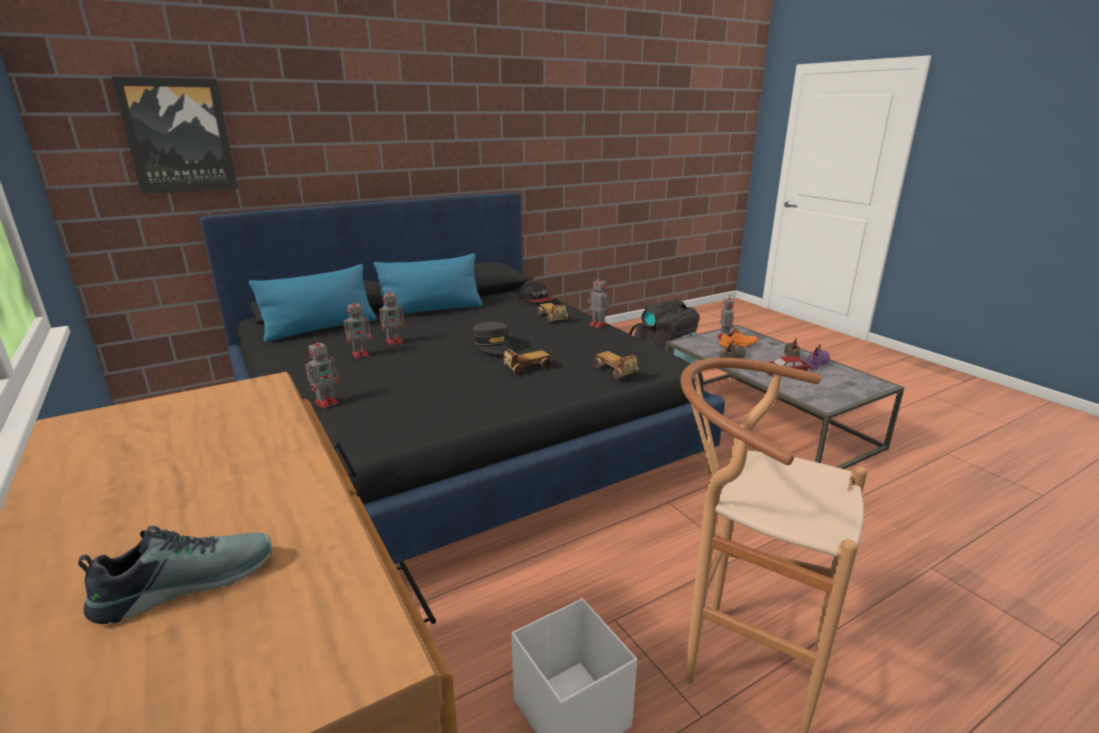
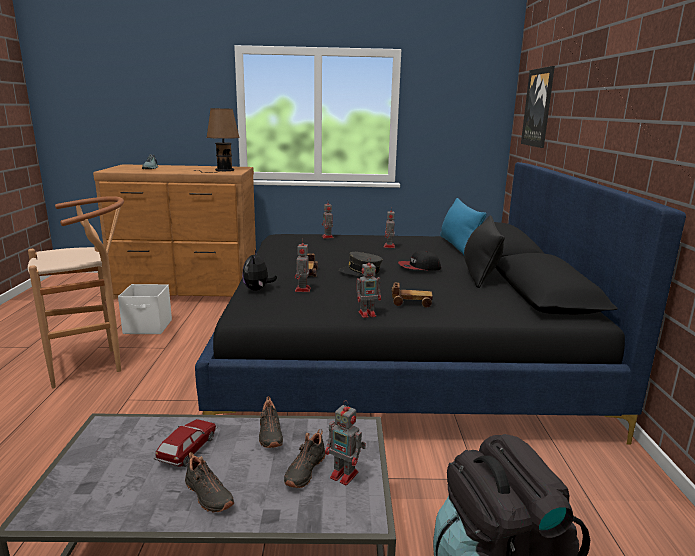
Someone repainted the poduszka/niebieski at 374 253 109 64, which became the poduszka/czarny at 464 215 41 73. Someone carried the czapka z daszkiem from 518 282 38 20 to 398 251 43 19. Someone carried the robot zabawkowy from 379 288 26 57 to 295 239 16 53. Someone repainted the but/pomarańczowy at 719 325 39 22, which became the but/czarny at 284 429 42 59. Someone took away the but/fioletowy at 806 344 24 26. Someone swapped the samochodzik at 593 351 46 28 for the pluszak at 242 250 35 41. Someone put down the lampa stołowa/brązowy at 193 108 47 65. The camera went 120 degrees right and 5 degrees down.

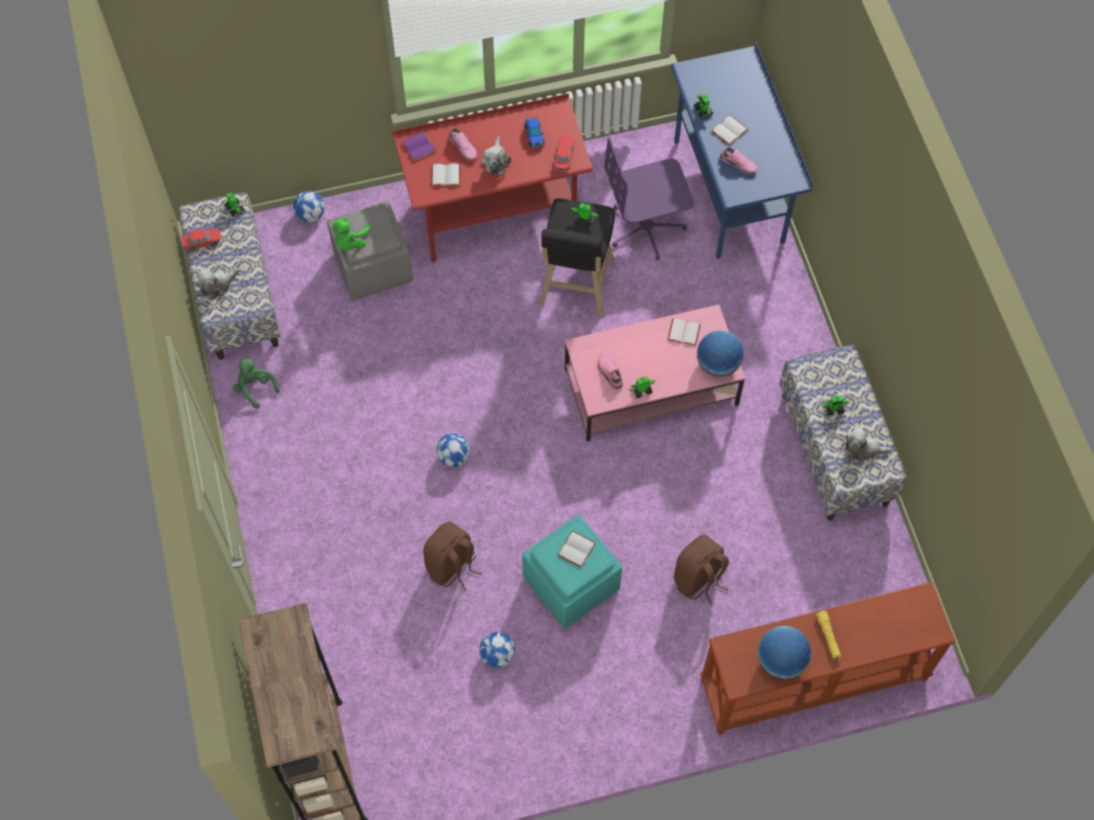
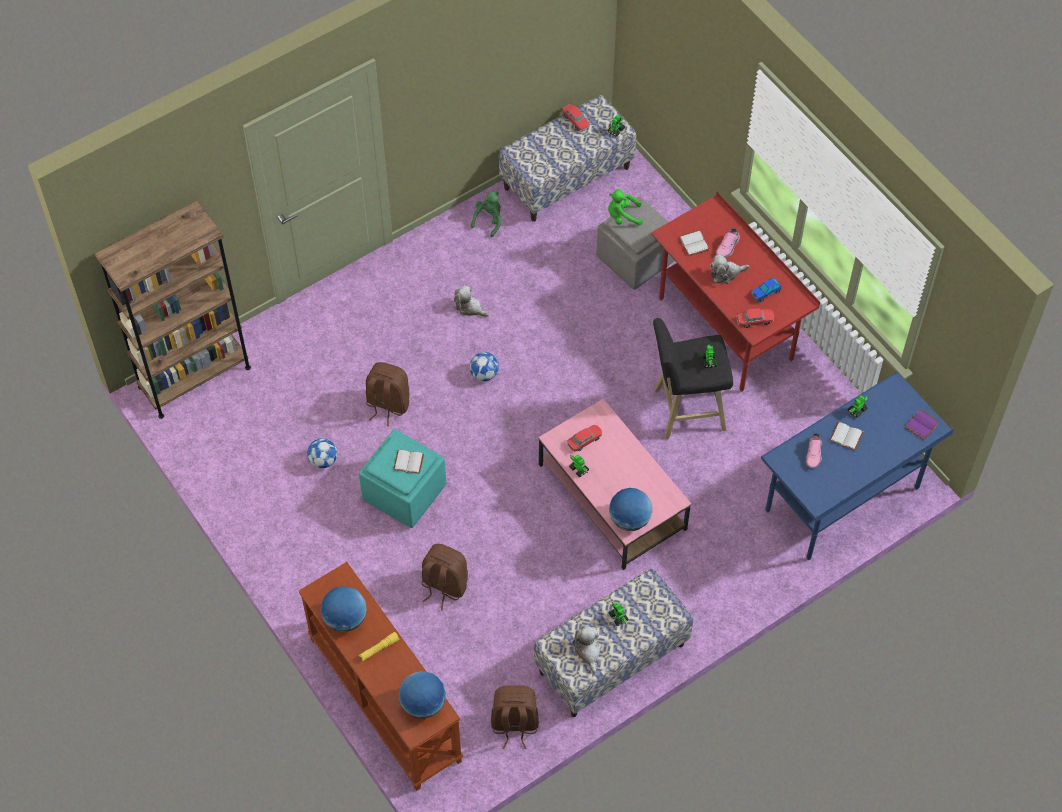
Someone carried the książka/fioletowy from 401 131 35 31 to 905 409 35 31. Someone took away the krzesło biurowe/fioletowy at 604 137 90 123. Someone took away the piłka futbolowa at 293 191 32 31. Someone carried the pluszak from 196 268 43 32 to 454 285 35 32. Someone took away the książka/biały at 668 319 33 27. Someone swapped the but/różowy at 598 354 25 36 for the samochodzik at 567 425 35 27. Someone put down the globus at 399 671 47 48. Someone put down the plecak/brązowy at 491 685 48 64. The camera went 70 degrees right and 5 degrees down.

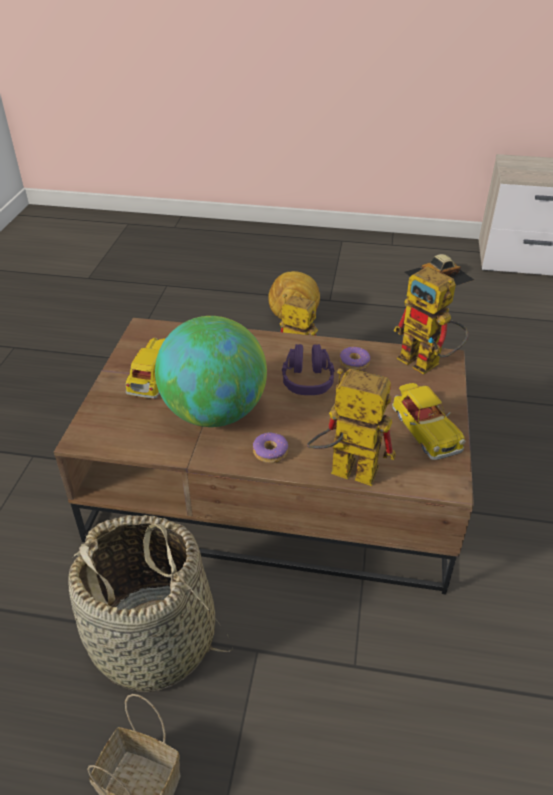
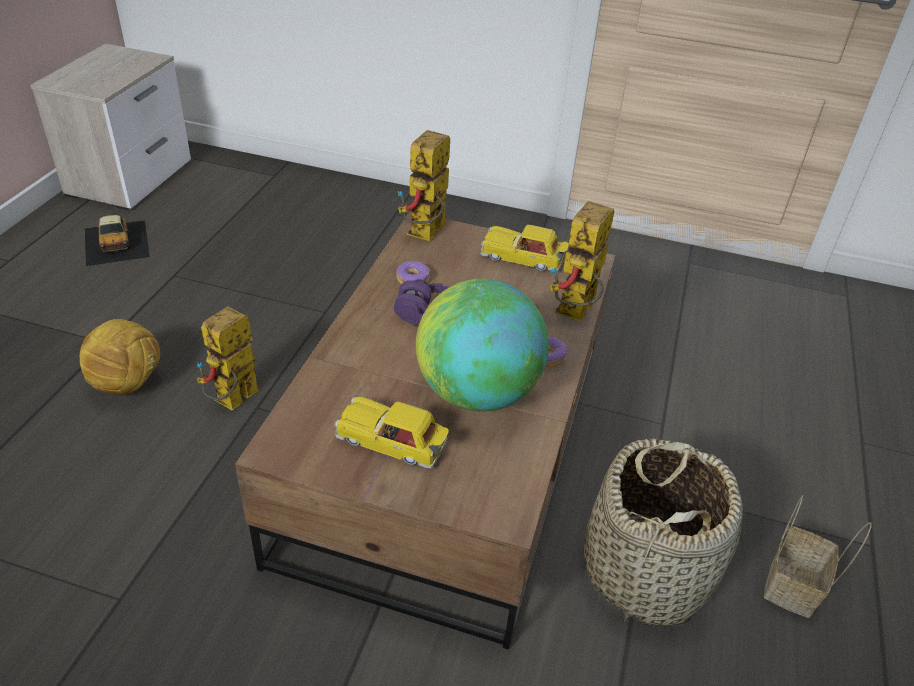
Someone rotated the robot zabawkowy at 394 266 74 109 by 150 degrees clockwise. Someone rotated the samochodzik at 392 383 73 77 by 150 degrees counterclockwise. The camera went 85 degrees left and 0 degrees up.

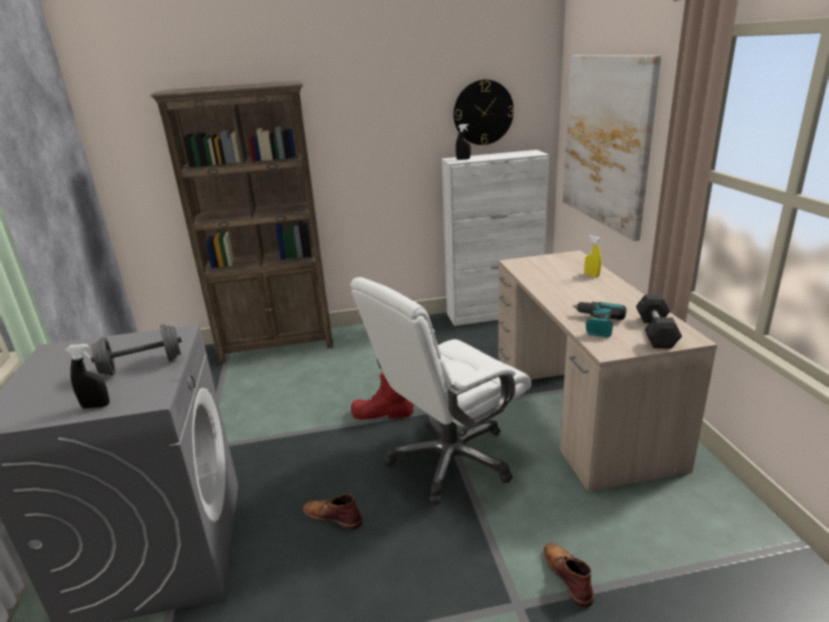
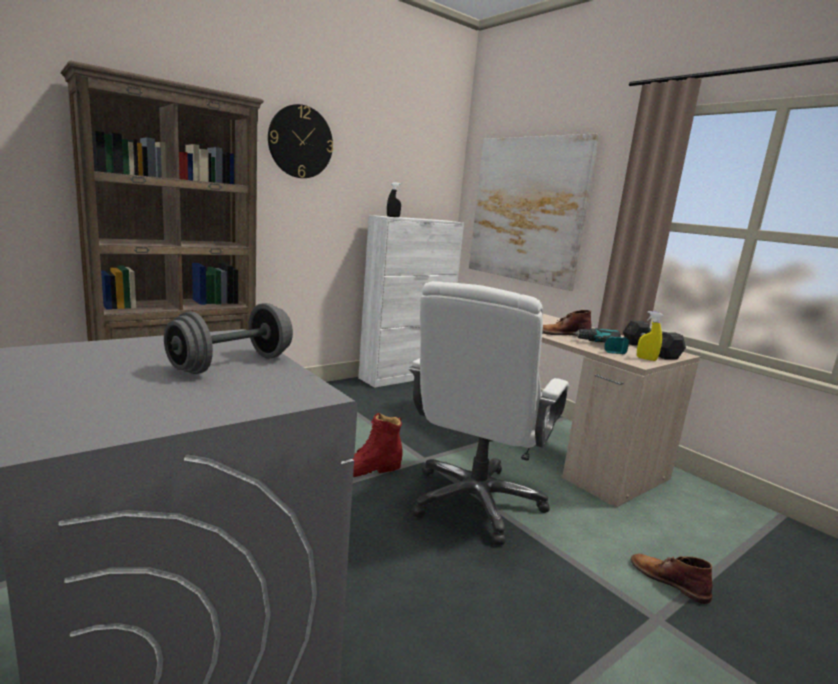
Someone carried the zegar ścienny from 454 80 60 65 to 268 104 65 74. Someone carried the spryskiwacz/żółty from 585 235 16 42 to 637 311 26 50. Someone took away the spryskiwacz/czarny at 66 344 44 64. Someone carried the but z cholewką/brązowy from 303 494 59 36 to 542 310 49 26. The camera went 30 degrees left and 10 degrees down.

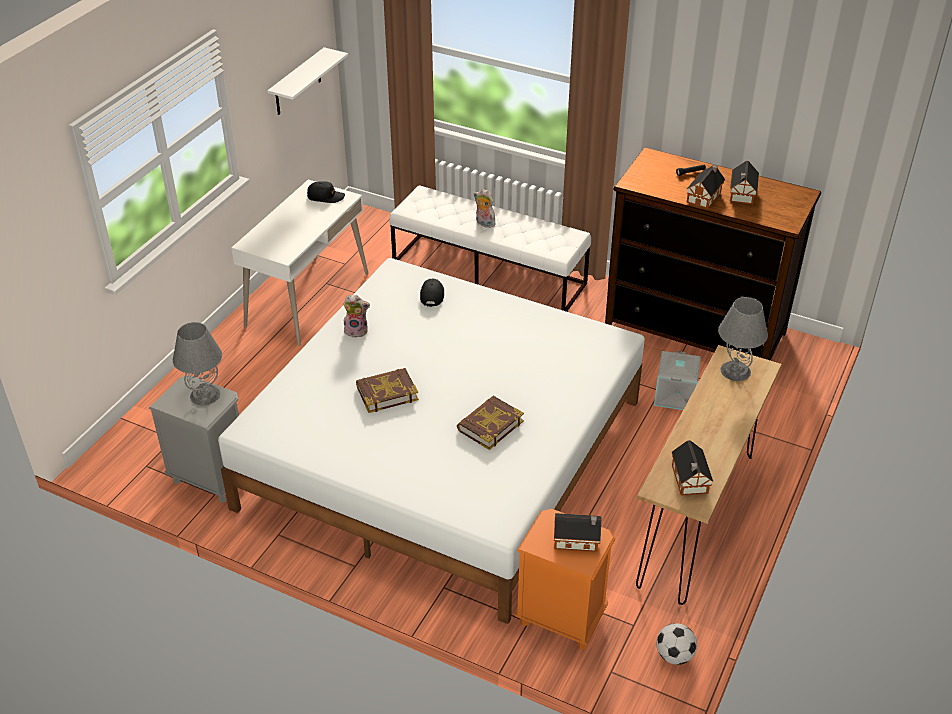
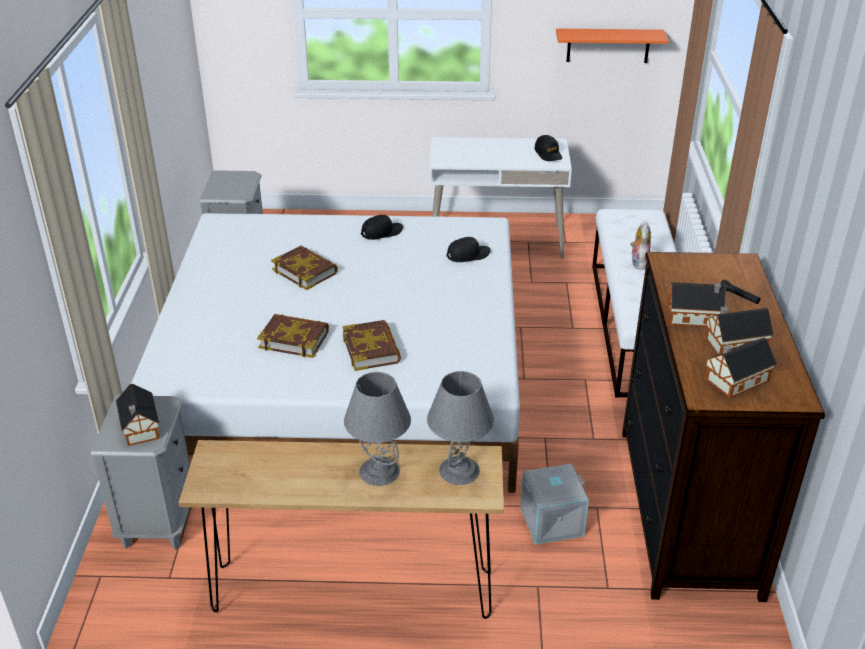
Someone repainted the półka/biały at 267 47 81 68, which became the półka/pomarańczowy at 556 29 113 34. Someone swapped the pluszak at 343 295 27 42 for the czapka z daszkiem/czarny at 361 215 42 25. Someone carried the lampa stołowa/szary from 173 322 49 83 to 344 372 67 114. Someone carried the domek from 672 440 41 56 to 706 338 71 60. Someone repainted the szafka nocna/pomarańczowy at 515 509 100 141, which became the szafka nocna/szary at 91 395 99 155. Someone took away the piłka futbolowa at 656 623 41 42. Someone put down the książka at 342 320 59 51. The camera went 65 degrees right and 5 degrees down.

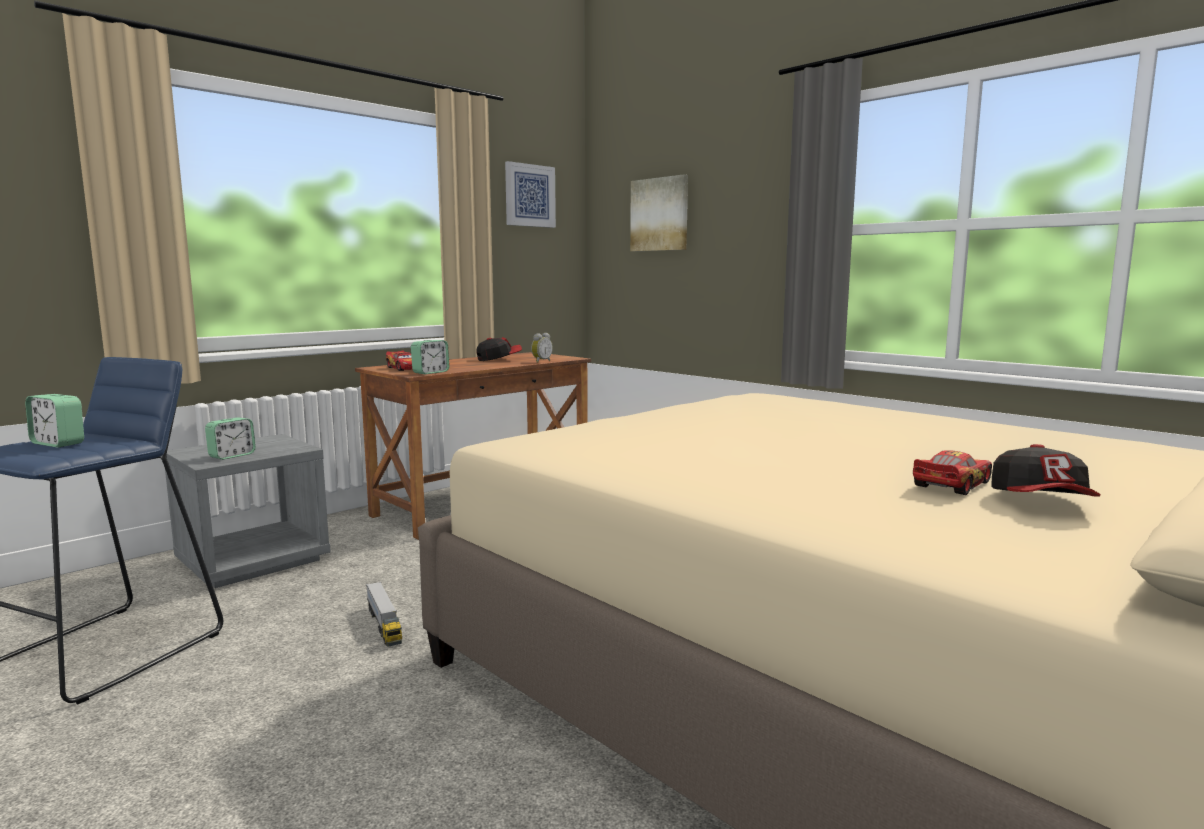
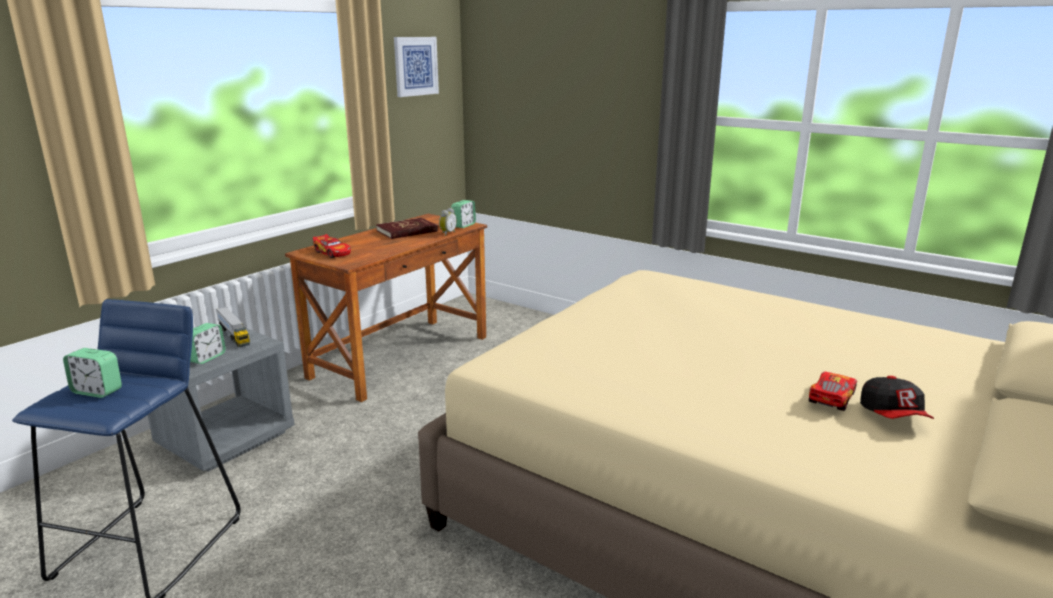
Someone took away the obraz at 630 174 58 77. Someone swapped the czapka z daszkiem at 476 337 46 24 for the książka/czerwony at 376 218 62 21. Someone carried the budzik from 411 340 38 34 to 451 200 25 28. Someone carried the ciężarówka zabawkowa from 366 582 36 65 to 216 307 34 40. The camera went 10 degrees left and 10 degrees up.

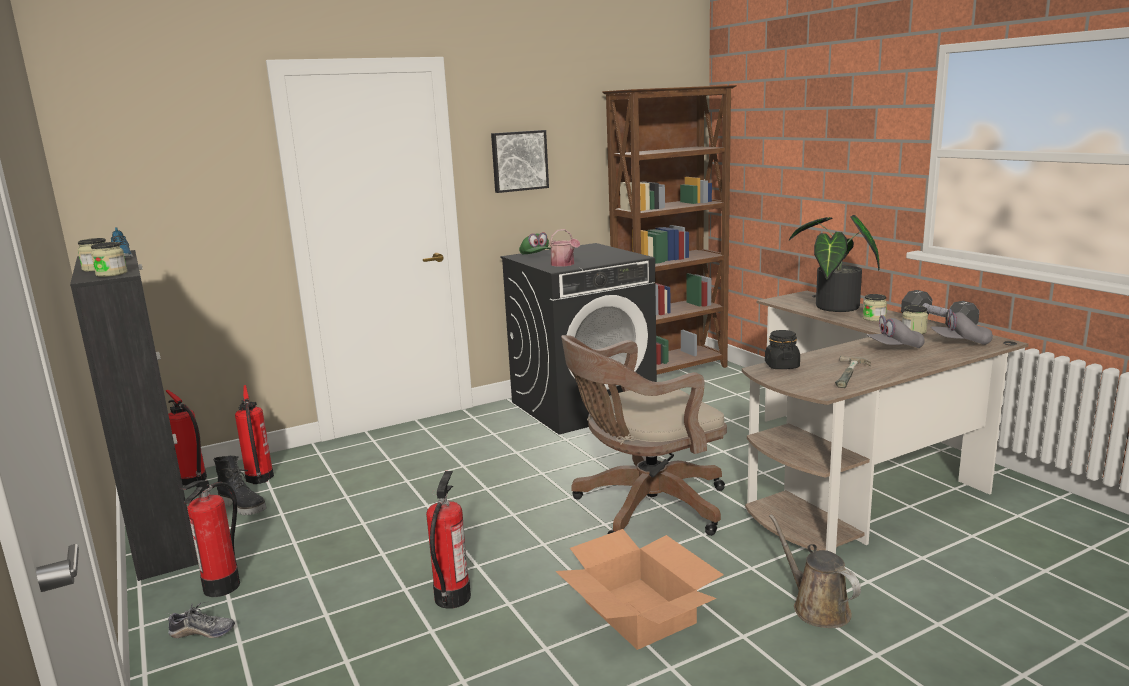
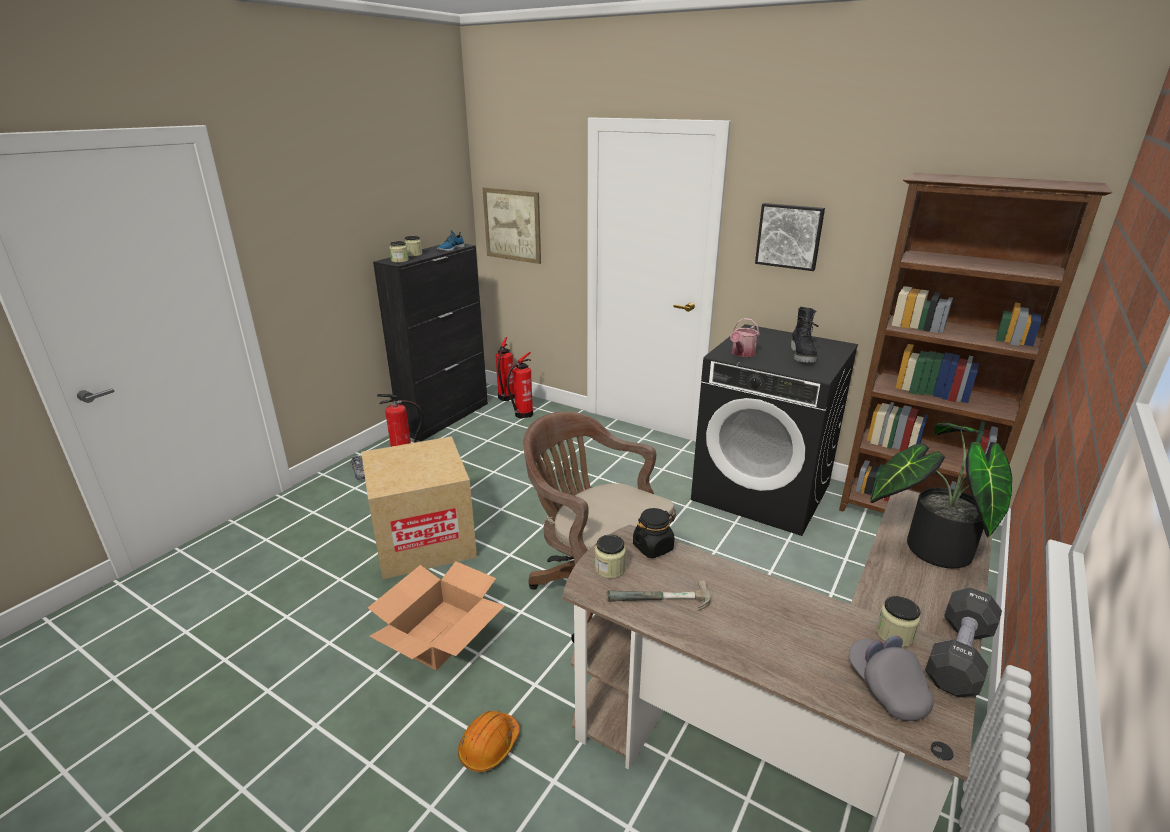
Someone took away the czapka z daszkiem/zielony at 519 232 32 22. Someone carried the słoik from 863 294 24 27 to 595 535 31 44. Someone took away the czapka z daszkiem/szary at 867 315 58 33. Someone carried the but z cholewką/czarny from 213 456 53 59 to 791 307 28 56. Someone swapped the gaśnica at 426 471 45 138 for the karton at 361 436 116 143. Someone swapped the konewka/brązowy at 769 514 92 114 for the kask/pomarańczowy at 458 711 62 61. Someone put up the obraz at 482 187 59 77. The camera went 60 degrees right and 10 degrees up.

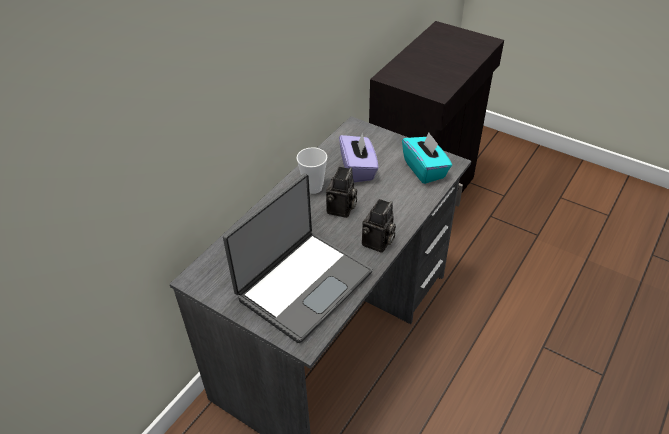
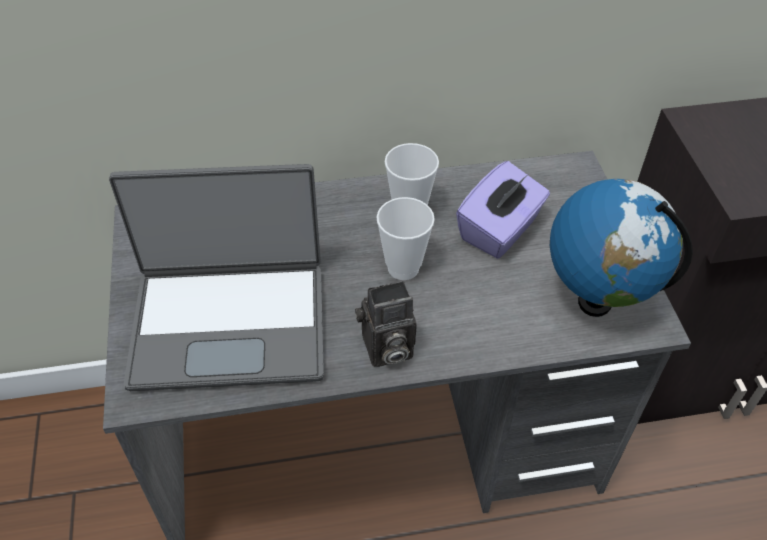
Someone swapped the pudełko chusteczek/turkusowy at 402 132 50 52 for the globus at 550 179 143 138. Someone swapped the aparat fotograficzny at 326 167 31 51 for the filiżanka at 376 197 59 83. The camera went 45 degrees right and 5 degrees up.

